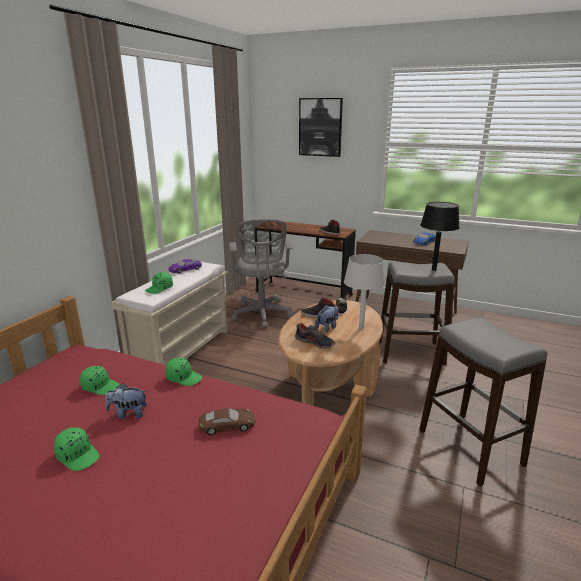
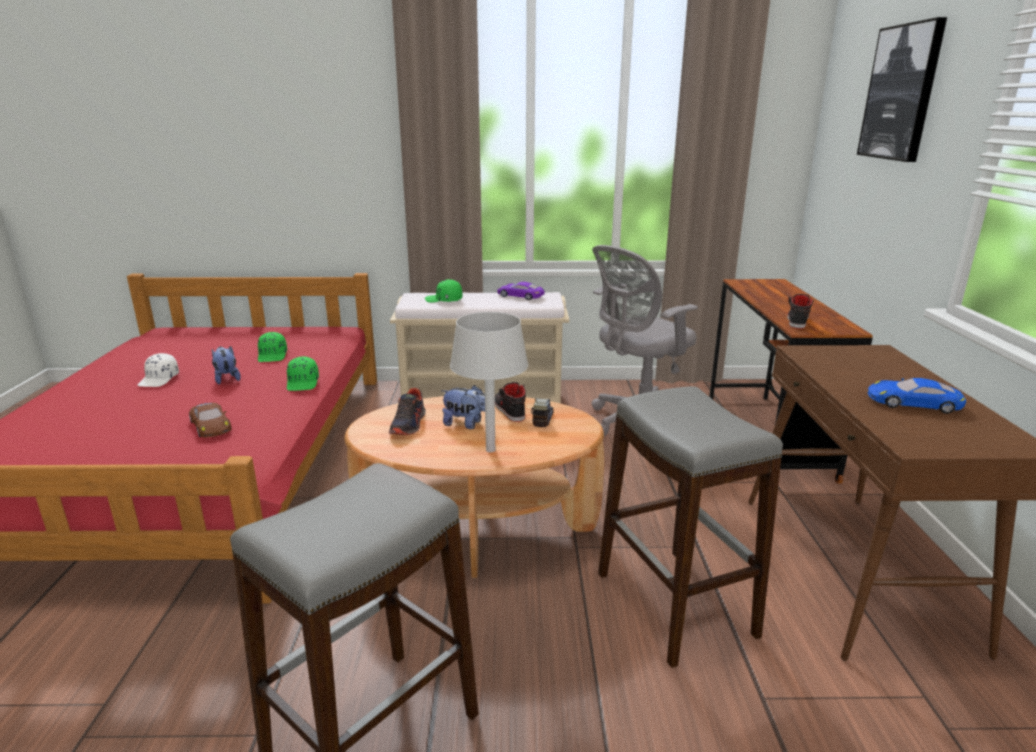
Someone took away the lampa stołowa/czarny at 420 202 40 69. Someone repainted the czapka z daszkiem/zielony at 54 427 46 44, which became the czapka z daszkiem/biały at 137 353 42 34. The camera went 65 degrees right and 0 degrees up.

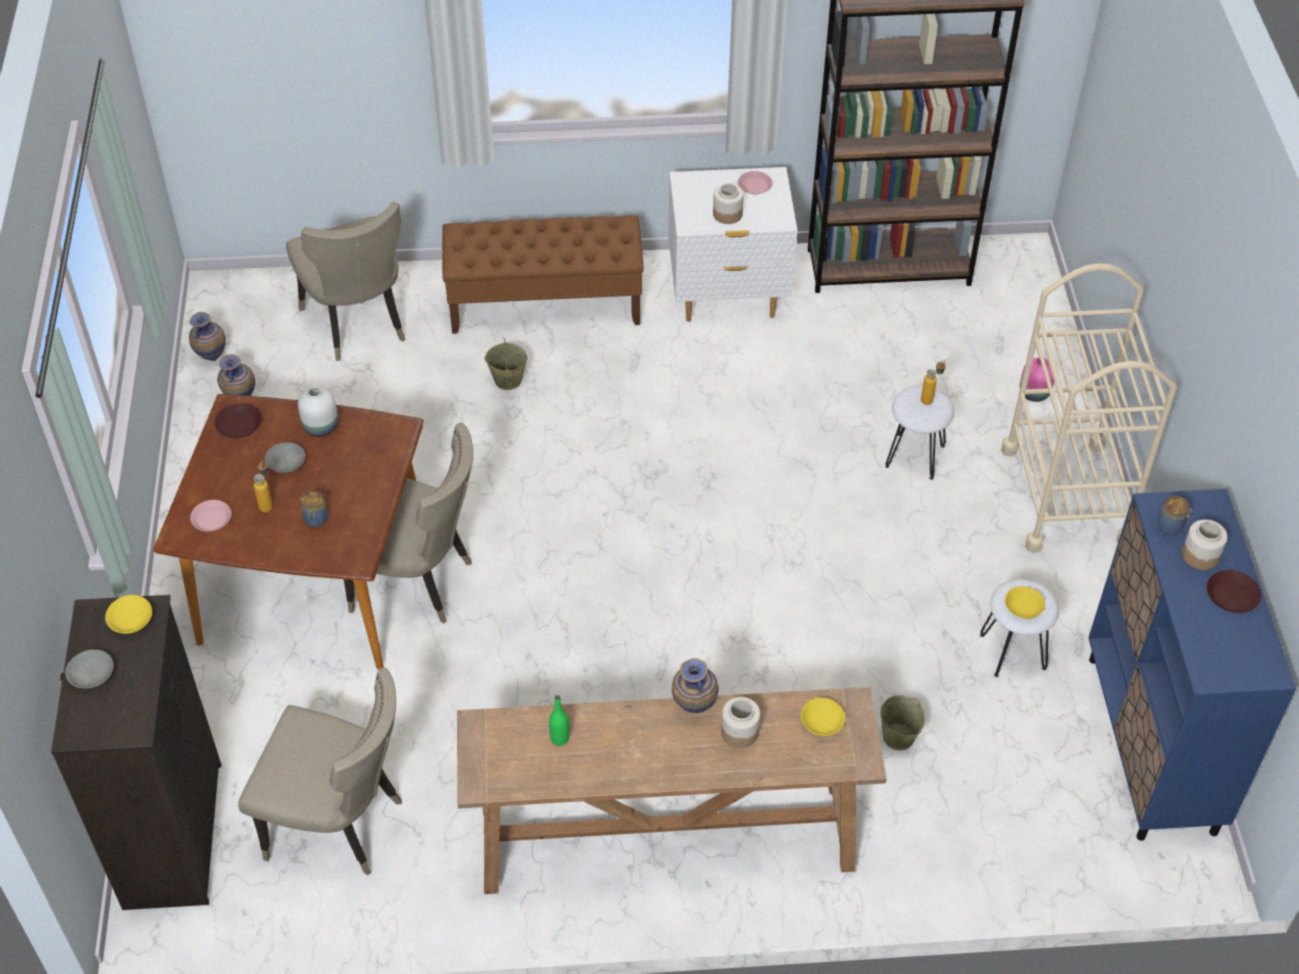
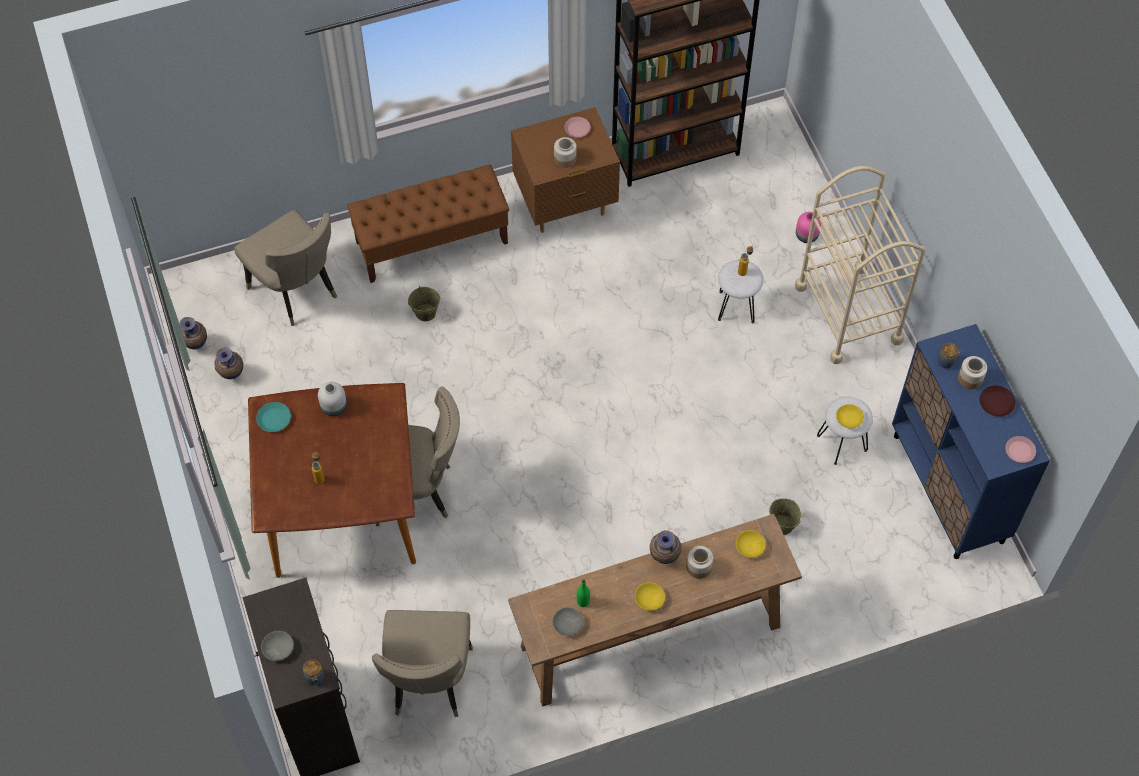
Someone repainted the szafka nocna/biały at 668 167 130 155, which became the szafka nocna/brązowy at 511 107 109 126. Someone repainted the talerz/brązowy at 215 403 47 35, which became the talerz/turkusowy at 256 402 35 30. Someone carried the miska/szary from 265 442 40 31 to 552 607 31 29. Someone carried the słoik from 300 490 28 37 to 303 659 21 26. Someone carried the talerz/różowy from 190 500 42 32 to 1006 436 30 27. Someone carried the miska/żółty from 105 595 47 39 to 635 582 30 29. Someone rotated the krzesło/beżowy at 238 667 164 209 by 90 degrees clockwise. The camera went 15 degrees left and 10 degrees up.

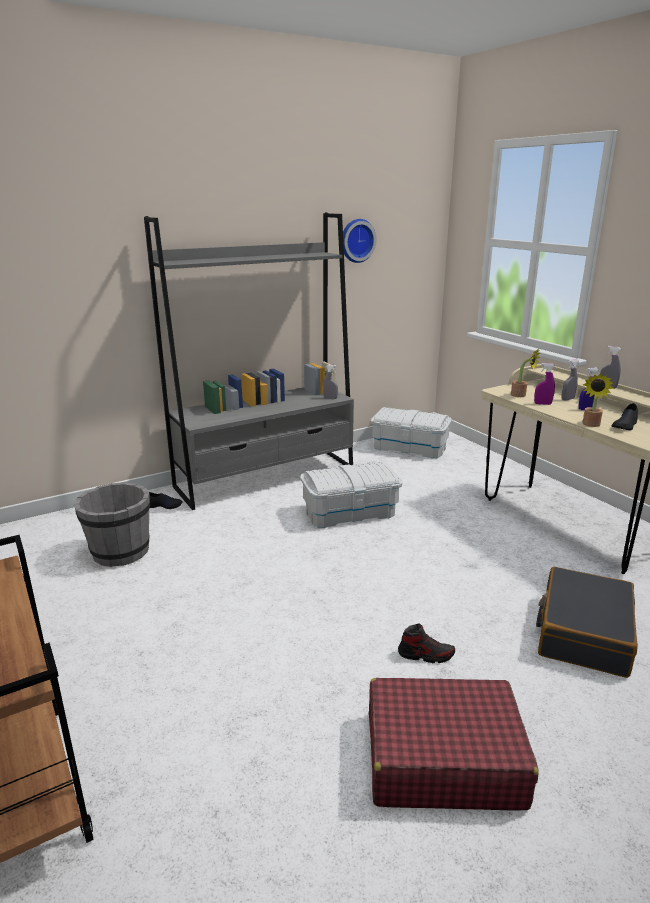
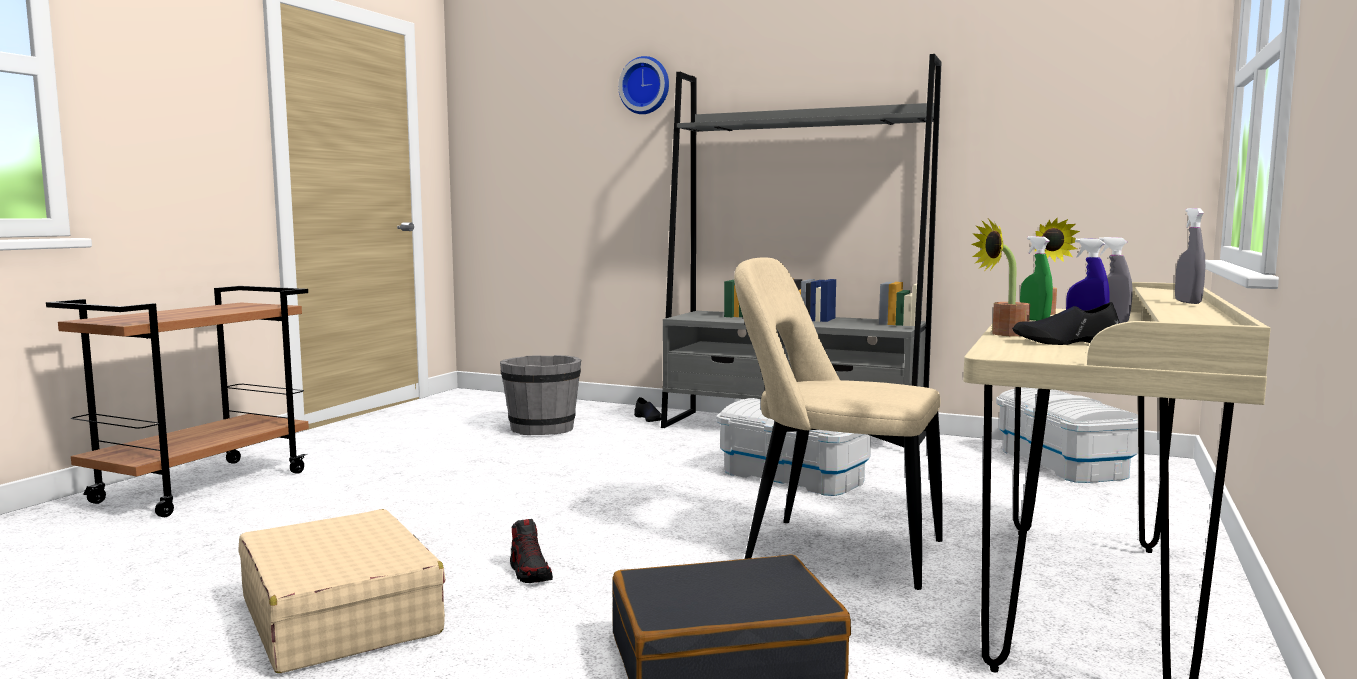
Someone carried the zegar ścienny from 343 219 34 44 to 618 56 51 58. Someone repainted the spryskiwacz/fioletowy at 534 363 21 42, which became the spryskiwacz/zielony at 1020 236 33 85. Someone took away the spryskiwacz/szary at 323 365 15 34. Someone repainted the walizka/czerwony at 369 678 170 133, which became the walizka/beżowy at 239 509 206 164. Someone put down the krzesło/beżowy at 734 258 209 332. The camera went 55 degrees right and 15 degrees down.

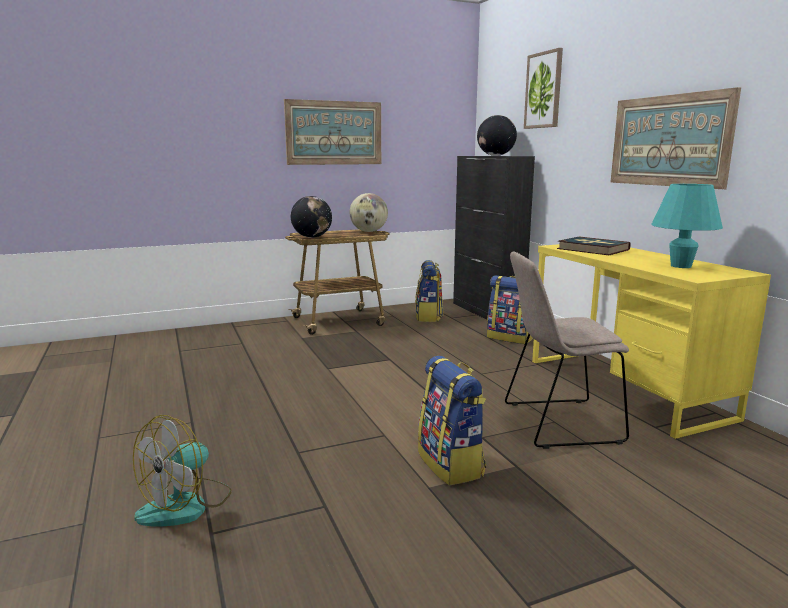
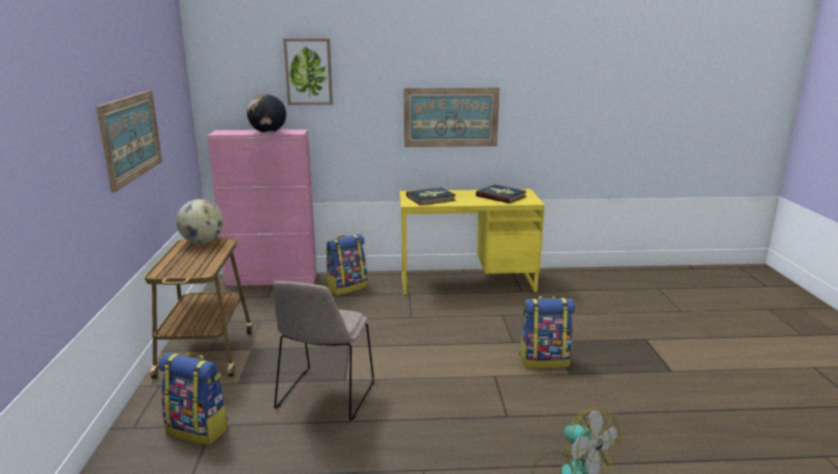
Someone repainted the szafka/czarny at 453 156 82 164, which became the szafka/różowy at 207 129 110 157. Someone swapped the lampa stołowa/turkusowy at 651 184 72 84 for the książka at 476 185 51 19. Someone took away the globus at 290 196 42 42. Someone carried the krzesło/beżowy from 505 251 124 198 to 273 281 101 140. Someone carried the plecak from 415 260 28 62 to 159 353 69 92. The camera went 70 degrees left and 5 degrees up.

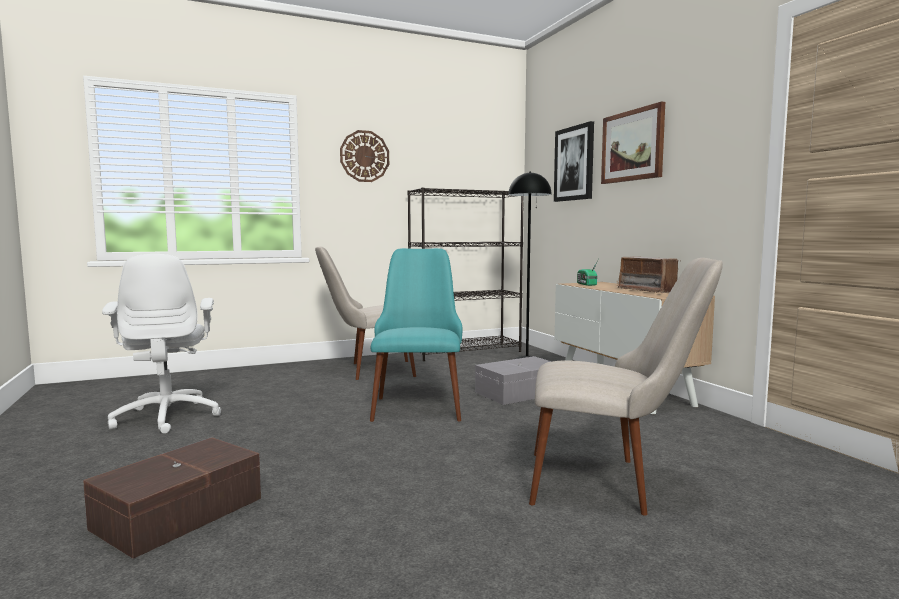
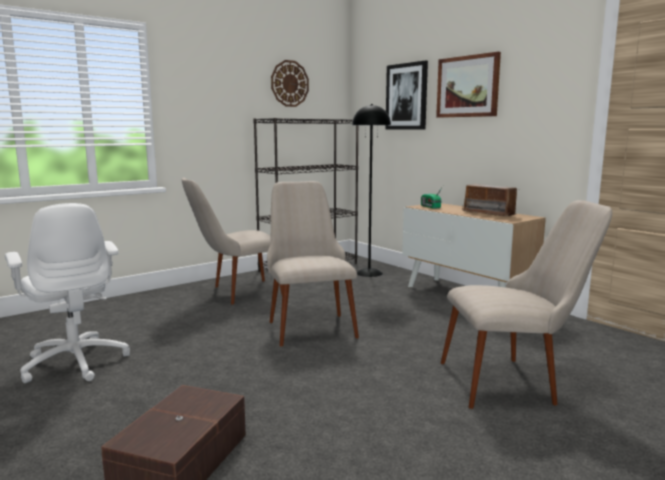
Someone carried the zegar ścienny from 340 130 49 52 to 271 60 38 47. Someone repainted the krzesło/turkusowy at 370 248 93 174, which became the krzesło/beżowy at 267 181 92 166. Someone took away the pojemnik do przechowywania/szary at 475 356 77 49. The camera went 15 degrees left and 5 degrees up.

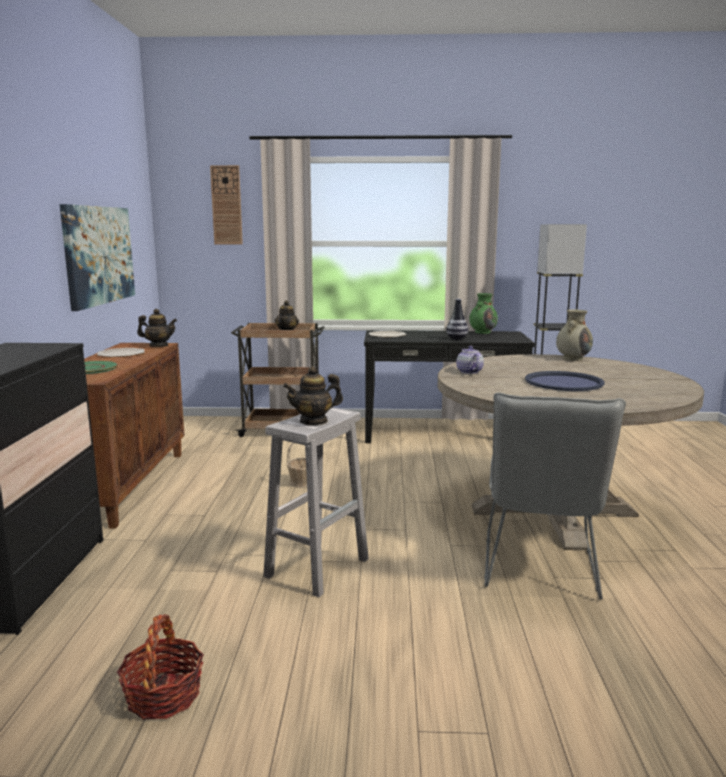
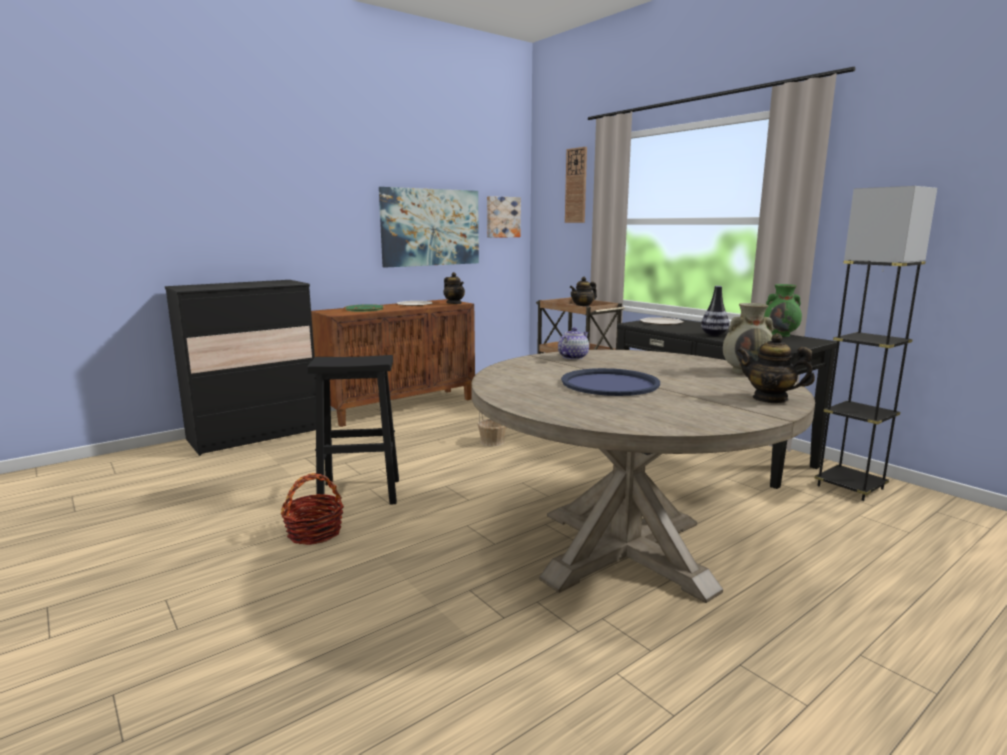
Someone carried the imbryk from 283 366 60 59 to 737 333 78 70. Someone took away the krzesło/szary at 484 393 142 206. Someone repainted the stołek/biały at 263 407 106 190, which became the stołek/czarny at 307 355 92 150. Someone carried the koszyk from 117 614 87 105 to 281 473 63 72. Someone put up the obraz at 487 196 34 42. The camera went 50 degrees right and 0 degrees up.

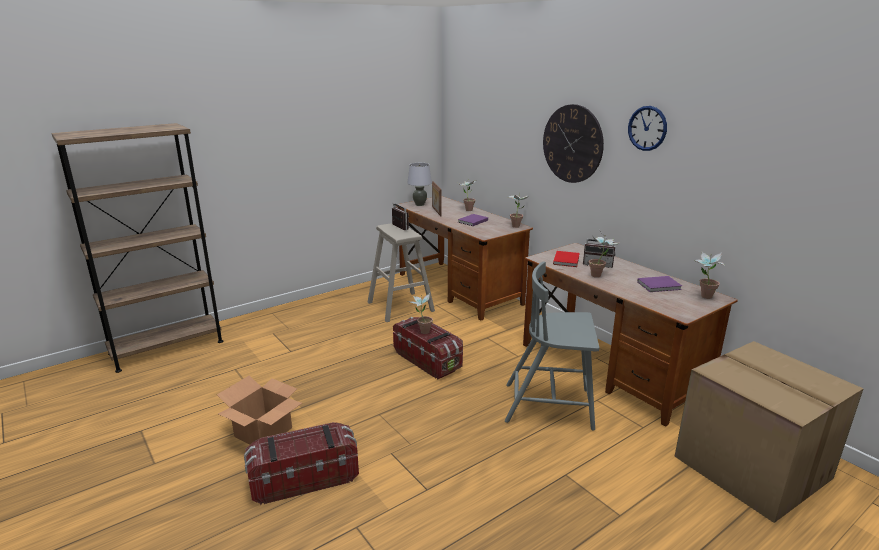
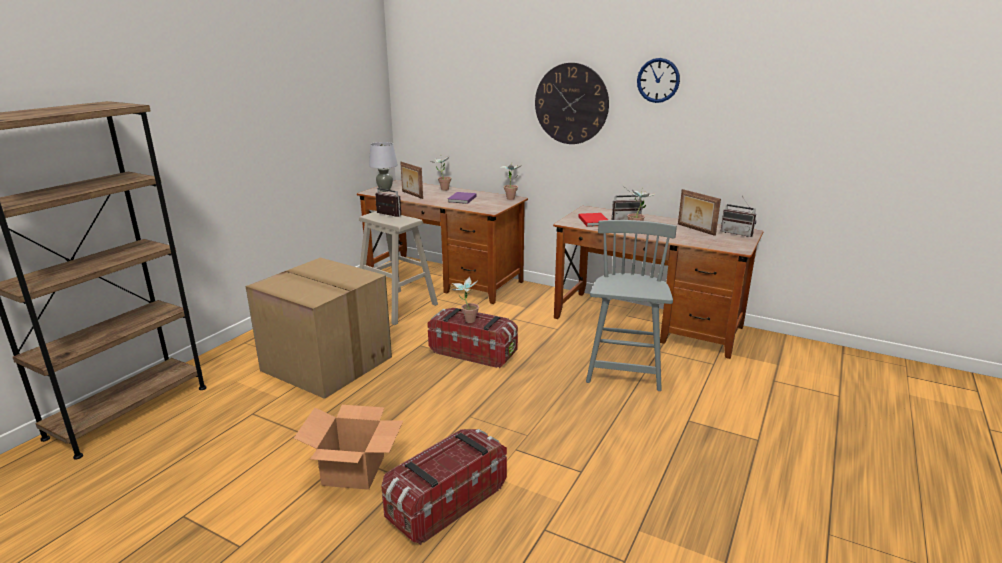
Someone swapped the roślina doniczkowa at 694 251 31 48 for the radio at 721 196 35 41. Someone rotated the krzesło/szary at 505 261 94 170 by 120 degrees clockwise. Someone swapped the książka/fioletowy at 637 276 45 16 for the ramka na zdjęcie at 678 189 43 47. Someone carried the karton from 674 341 190 182 to 246 258 146 141. The camera went 25 degrees left and 0 degrees up.

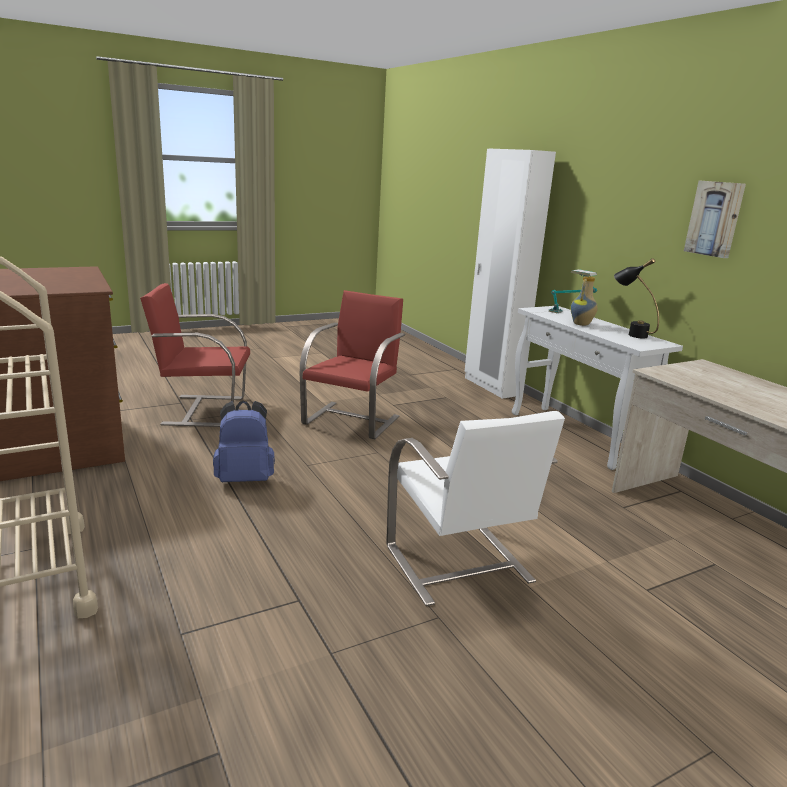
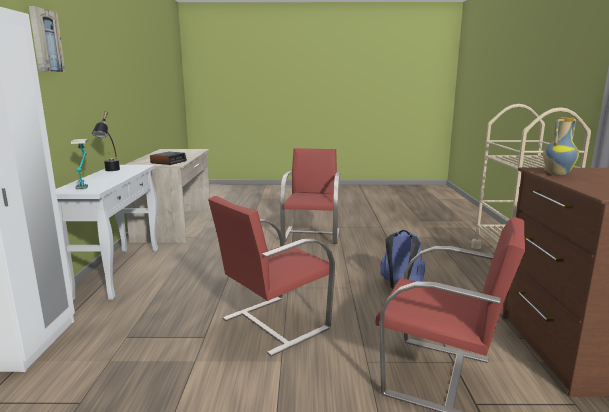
Someone carried the obraz from 684 181 62 77 to 29 6 37 66. Someone carried the wazon from 571 276 27 50 to 543 117 36 59. Someone repainted the krzesło/biały at 386 411 179 195, which became the krzesło/czerwony at 280 148 61 96. Someone put down the budzik at 150 152 37 13. The camera went 150 degrees left and 5 degrees down.

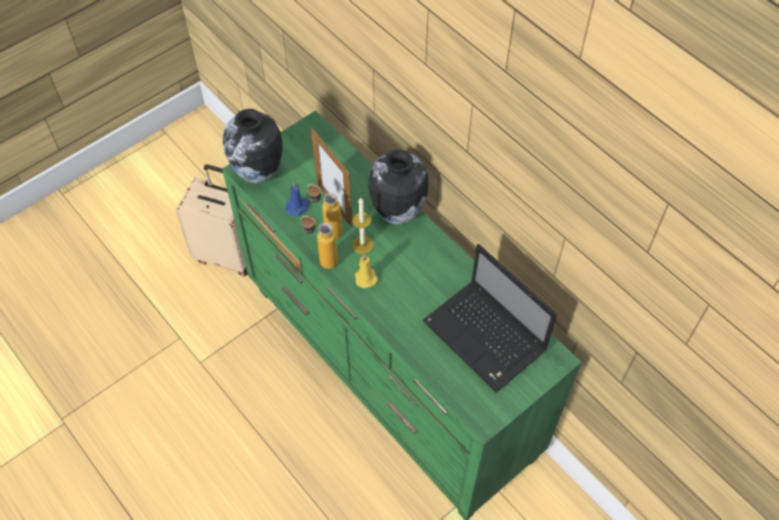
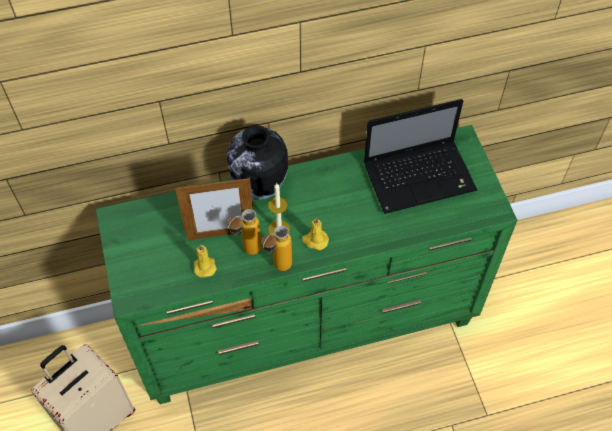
Someone took away the wazon at 223 109 60 74. Someone repainted the świeca/niebieski at 285 182 25 34, which became the świeca/żółty at 194 244 23 33. The camera went 65 degrees left and 0 degrees up.

